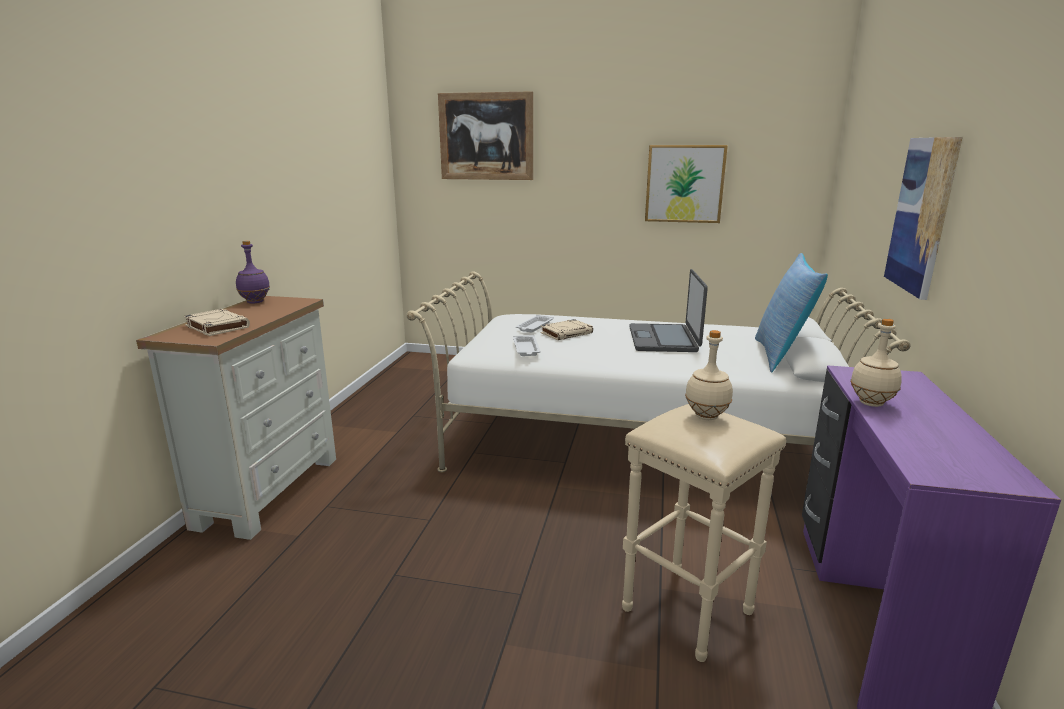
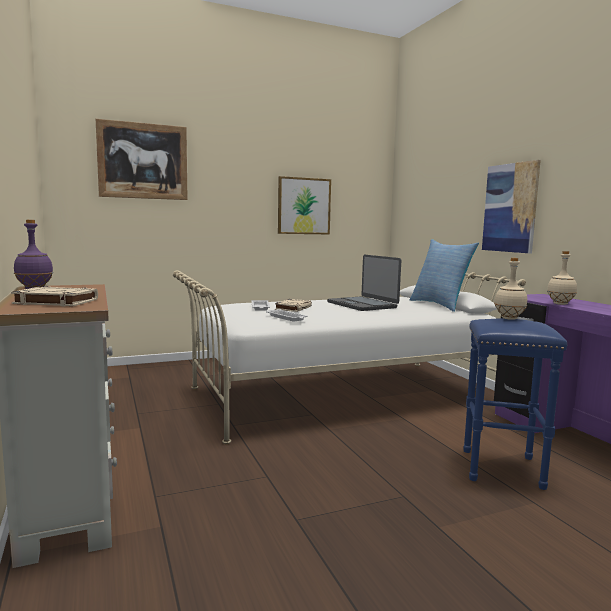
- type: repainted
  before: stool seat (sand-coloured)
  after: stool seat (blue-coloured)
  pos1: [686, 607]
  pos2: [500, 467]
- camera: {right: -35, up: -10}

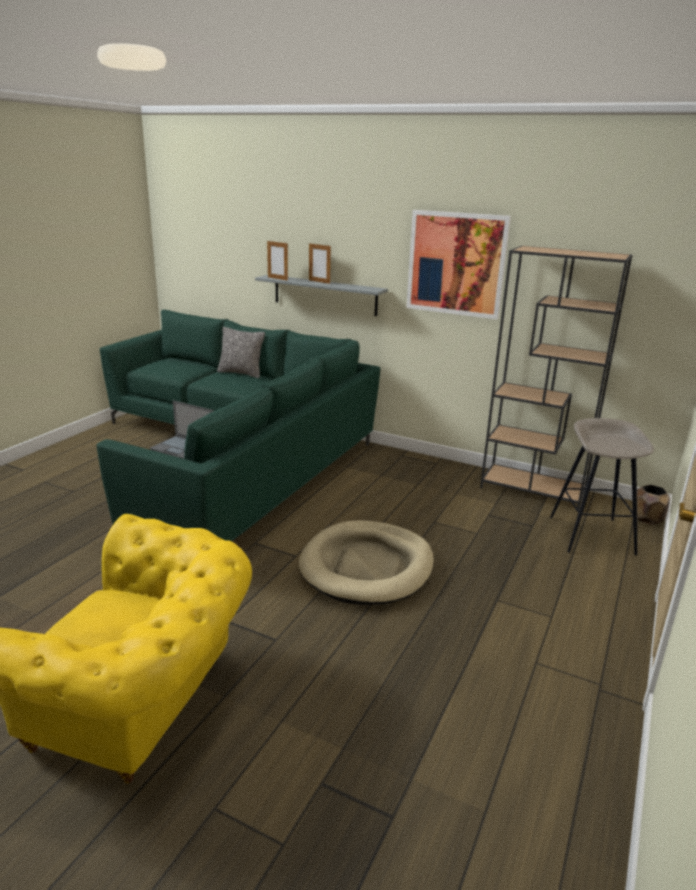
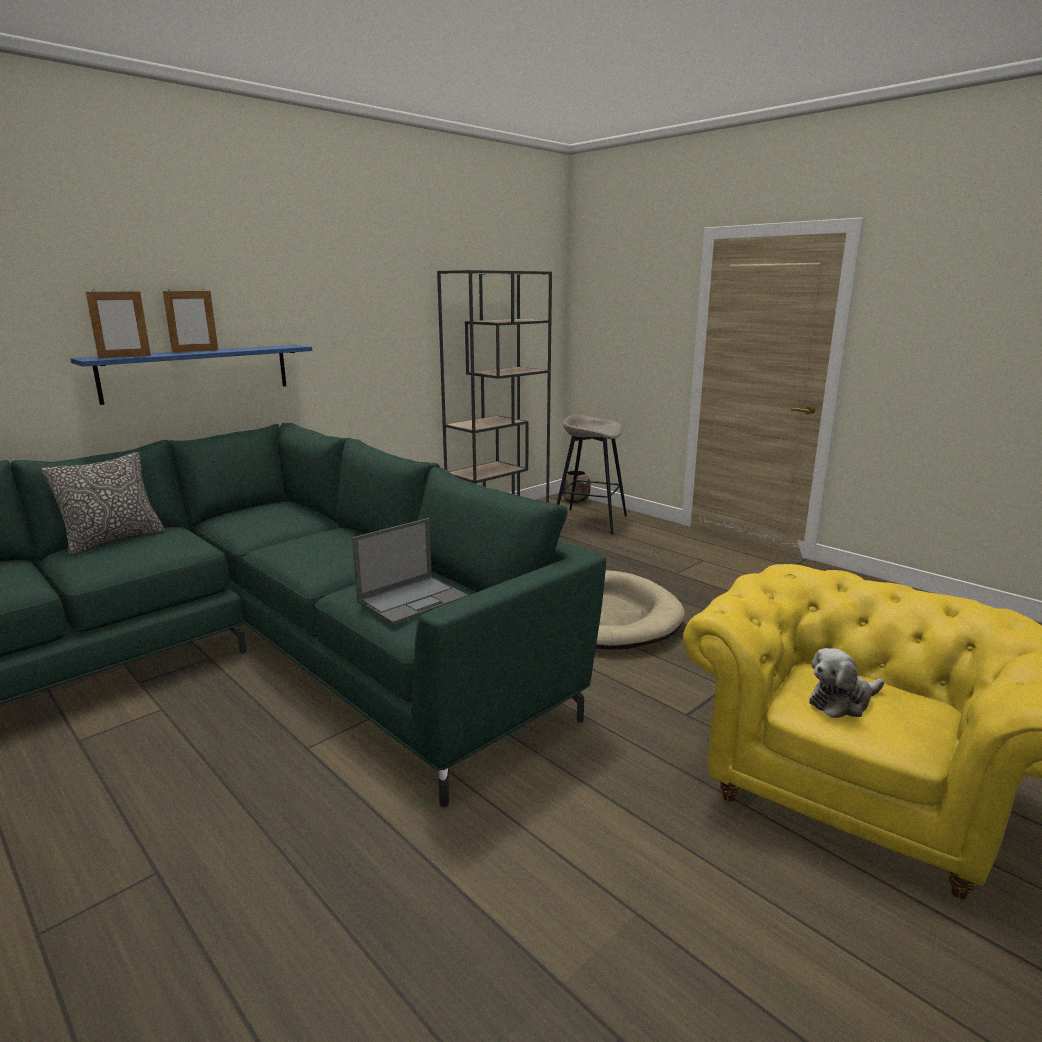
- type: gone
  before: wall art
  pos1: [456, 264]
- type: new
  after: plush toy
  pos2: [842, 701]
- type: repainted
  before: wall shelf (grey)
  after: wall shelf (blue-coloured)
  pos1: [325, 295]
  pos2: [197, 372]
- camera: {right: -70, up: -5}

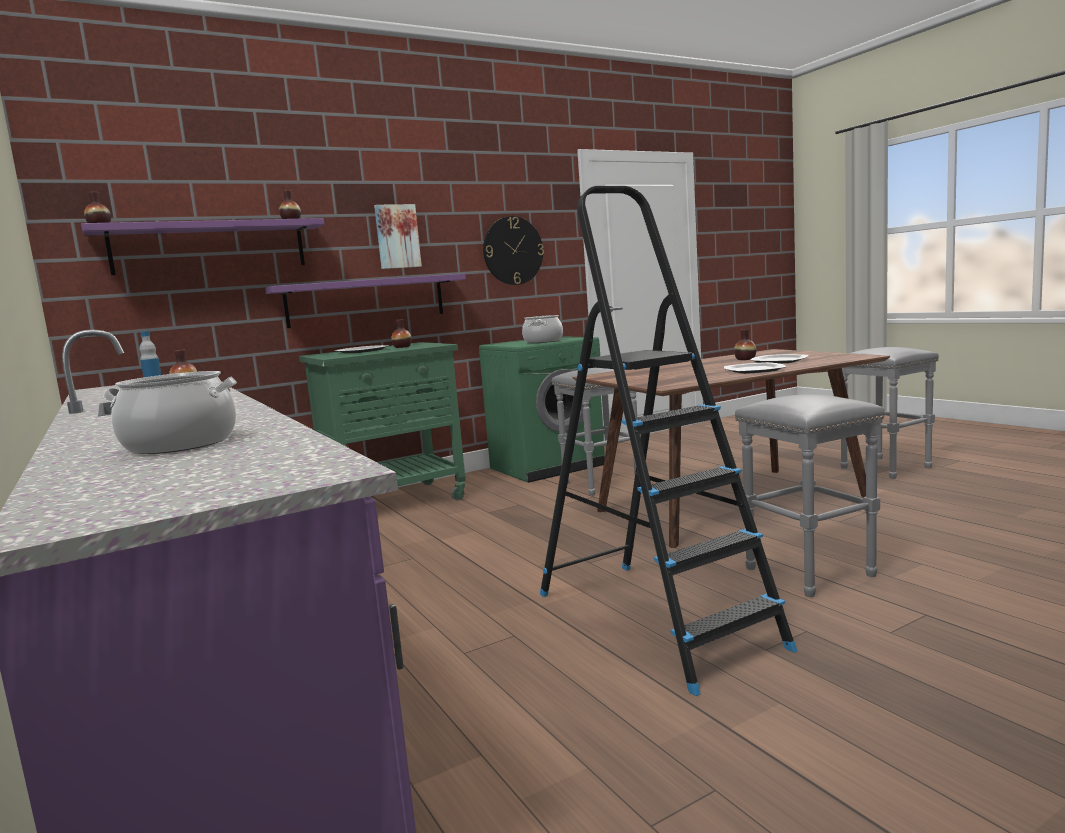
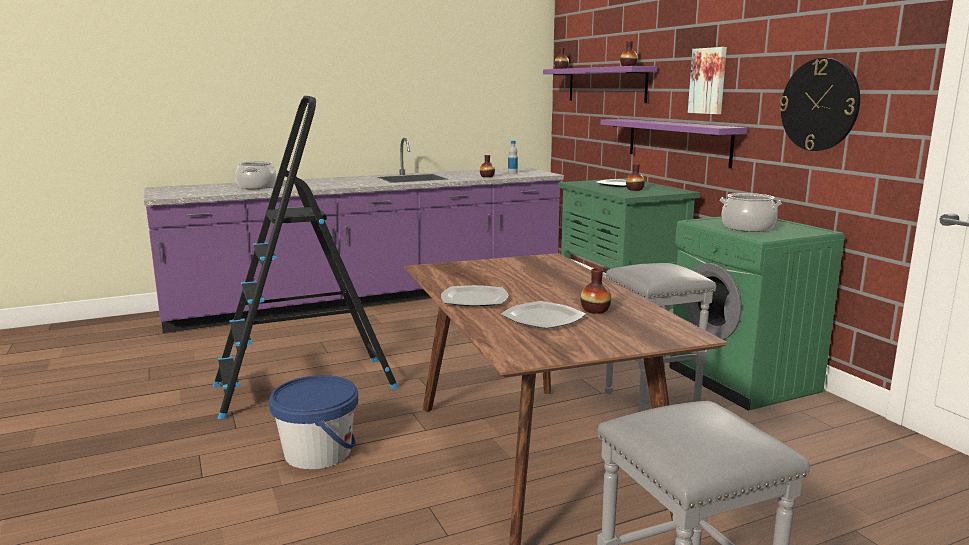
- type: swapped
  before: stool seat (grey)
  after: pail (blue-coloured)
  pos1: [809, 572]
  pos2: [318, 452]
- camera: {right: 95, up: 5}

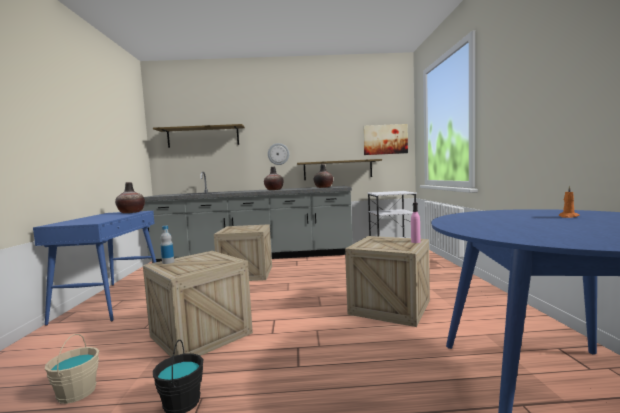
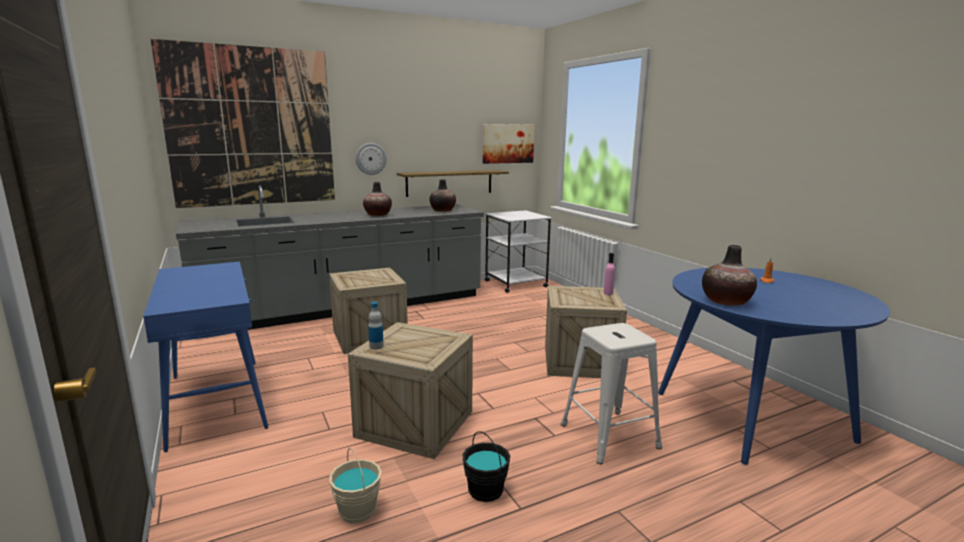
- type: new
  after: stool seat (white-coloured)
  pos2: [609, 436]
- type: shifted
  before: flower vase
  pos1: [131, 212]
  pos2: [726, 301]
- type: swapped
  before: wall shelf
  after: wall art
  pos1: [203, 137]
  pos2: [252, 127]
- camera: {right: -25, up: 10}

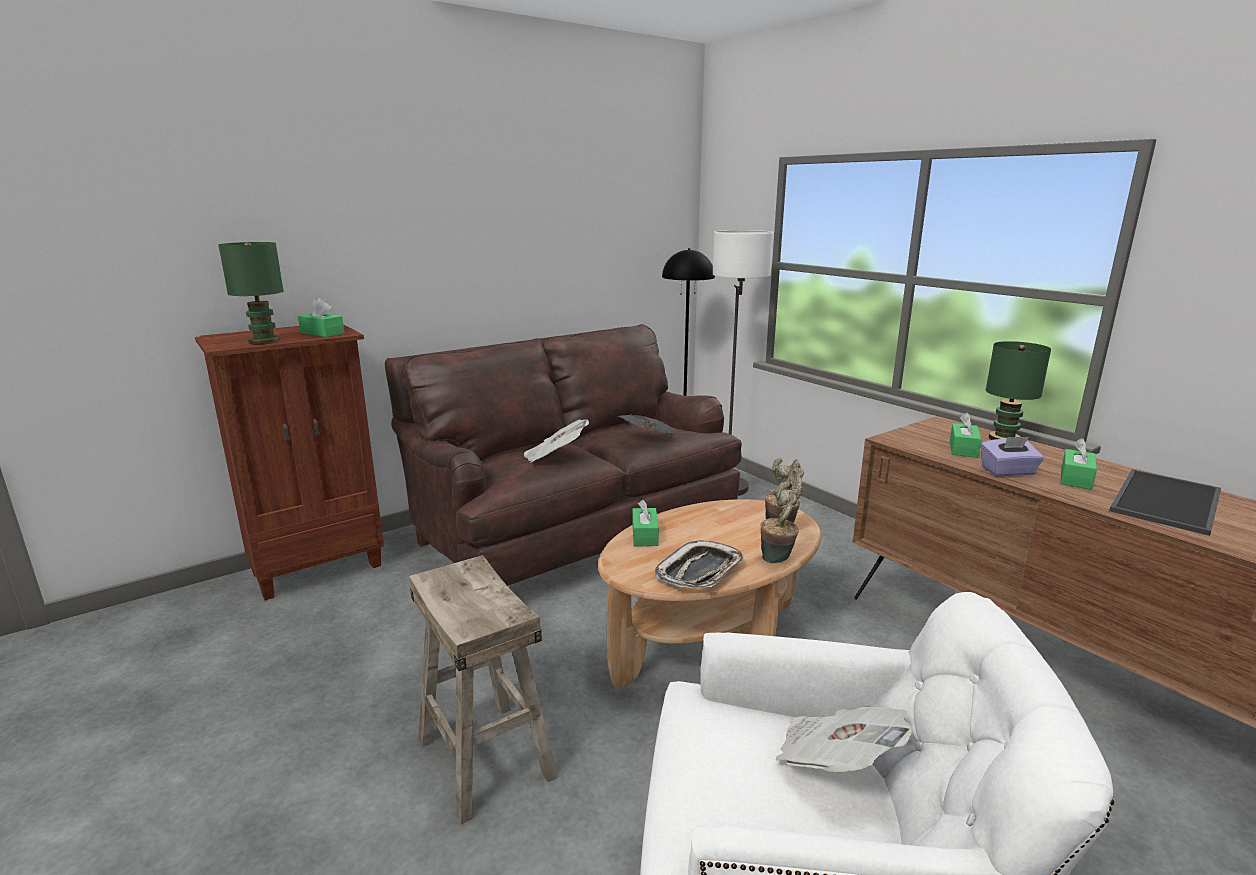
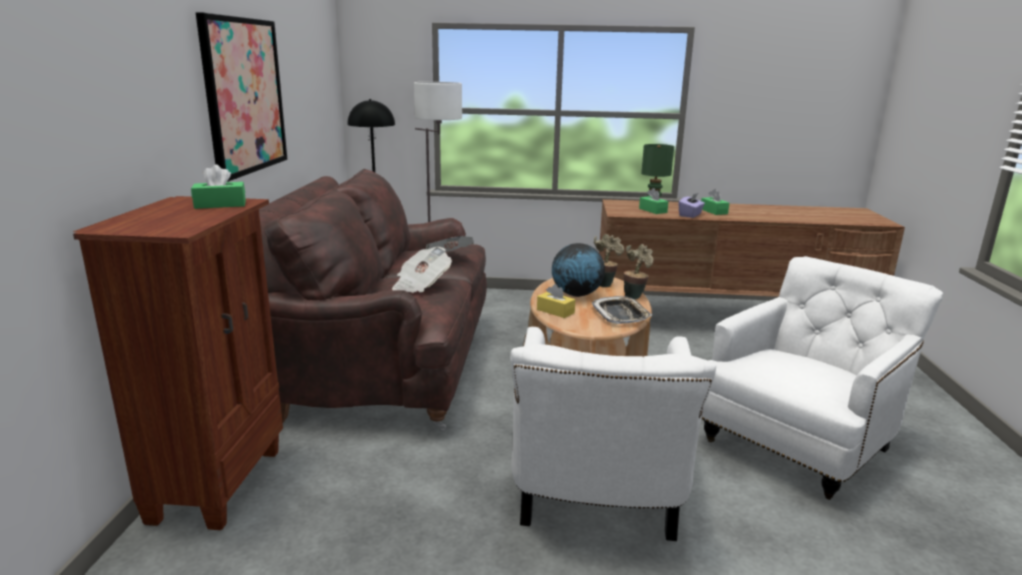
- type: gone
  before: table lamp (green-coloured)
  pos1: [265, 341]
- type: gone
  before: daily paper
  pos1: [835, 761]
- type: gone
  before: carrying tray
  pos1: [1168, 502]
- type: new
  after: wall art
  pos2: [244, 96]
- type: new
  after: world globe
  pos2: [576, 295]
- type: swapped
  before: stool seat (sand-coloured)
  after: easy chair (white-coloured)
  pos1: [484, 757]
  pos2: [597, 488]
- type: repainted
  before: tissue holder (green-coloured)
  after: tissue holder (yellowish)
  pos1: [645, 535]
  pos2: [555, 311]
- camera: {right: -50, up: 0}

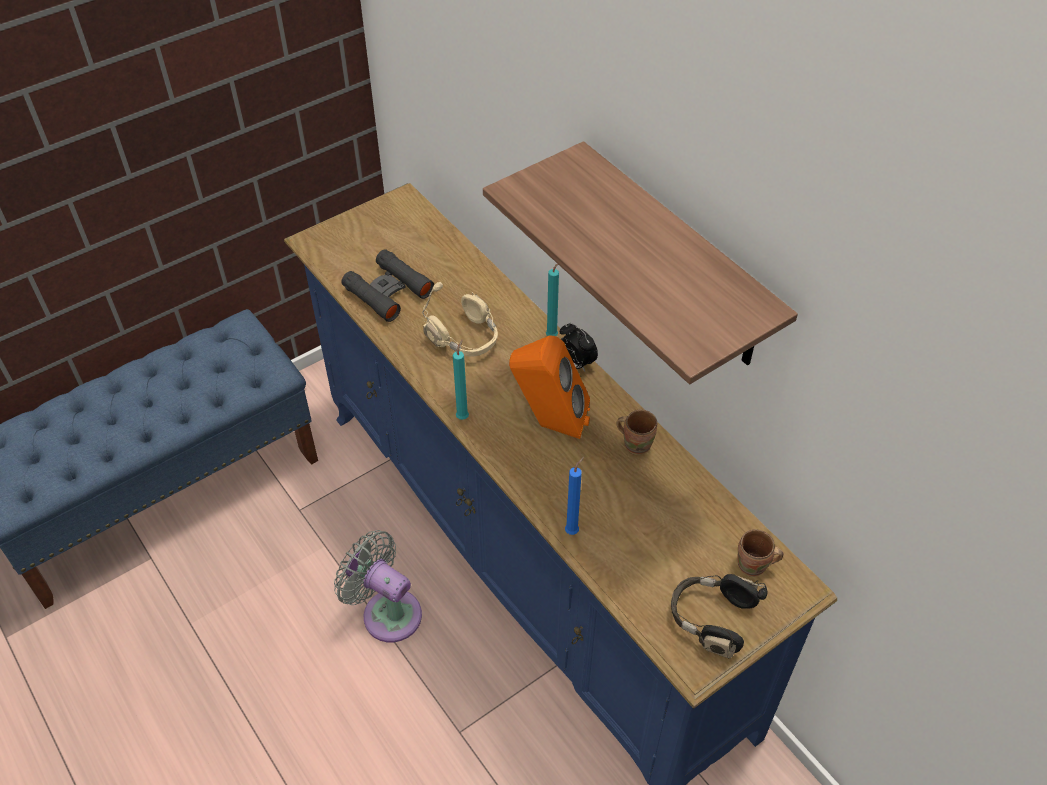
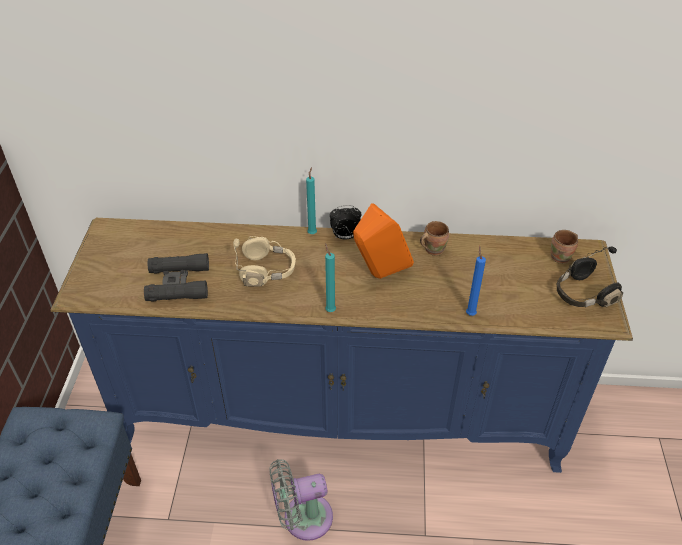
- type: gone
  before: wall shelf
  pos1: [677, 259]
- camera: {right: -50, up: -5}

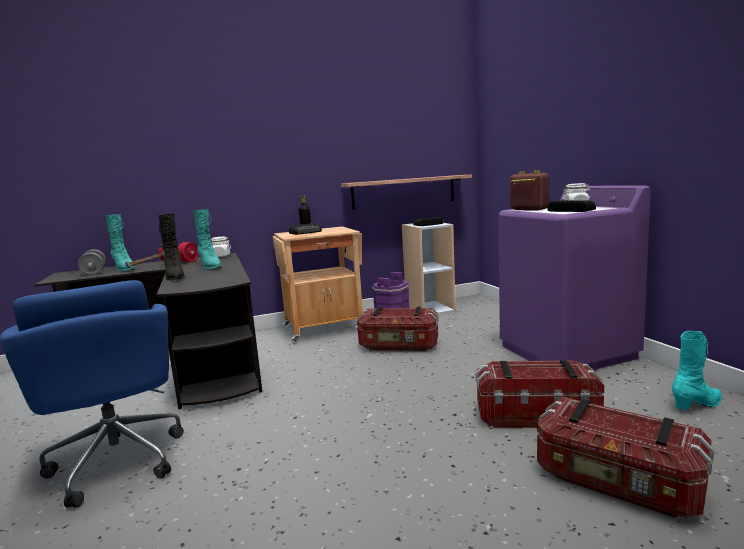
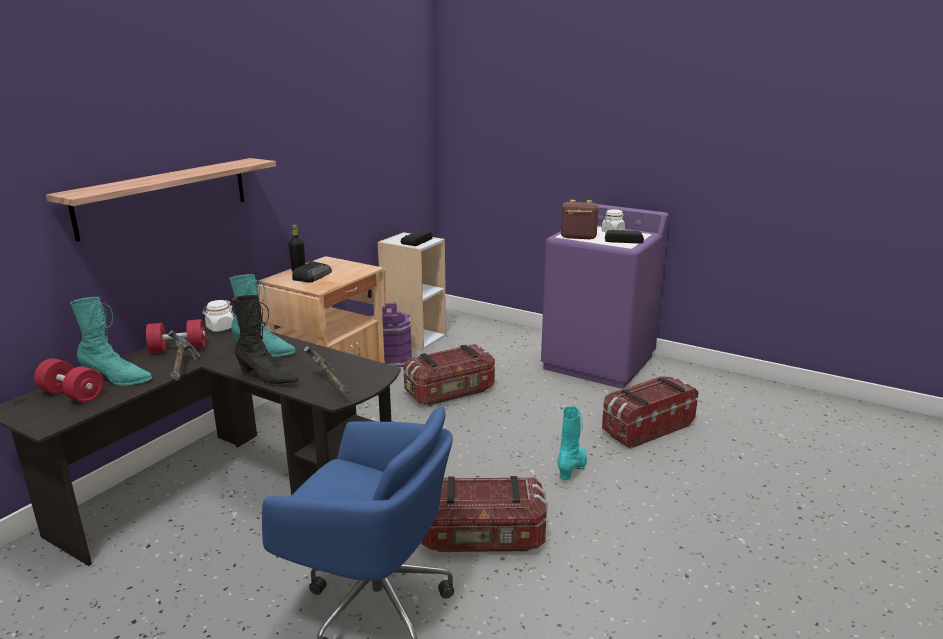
- type: new
  after: hand hammer
  pos2: [330, 388]
- type: shifted
  before: wall shelf
  pos1: [404, 192]
  pos2: [165, 196]
- type: shifted
  before: storage bin
  pos1: [616, 483]
  pos2: [482, 538]
- type: shifted
  before: boot (turquoise)
  pos1: [698, 405]
  pos2: [573, 468]
- type: repainted
  before: dumbbell (grey)
  after: dumbbell (reddish)
  pos1: [94, 271]
  pos2: [72, 394]
- camera: {right: -40, up: 10}

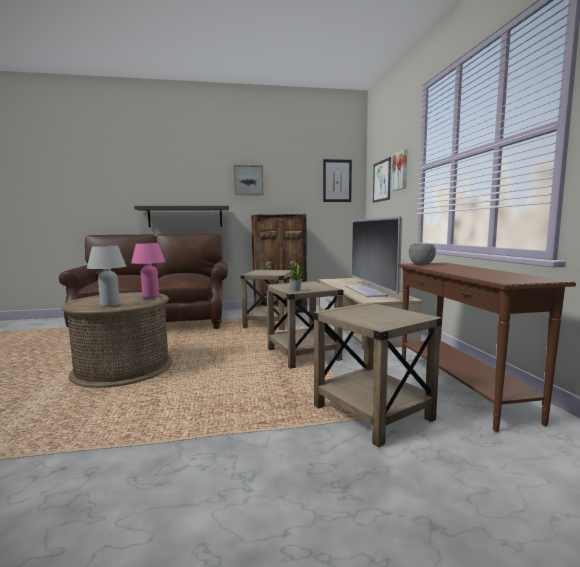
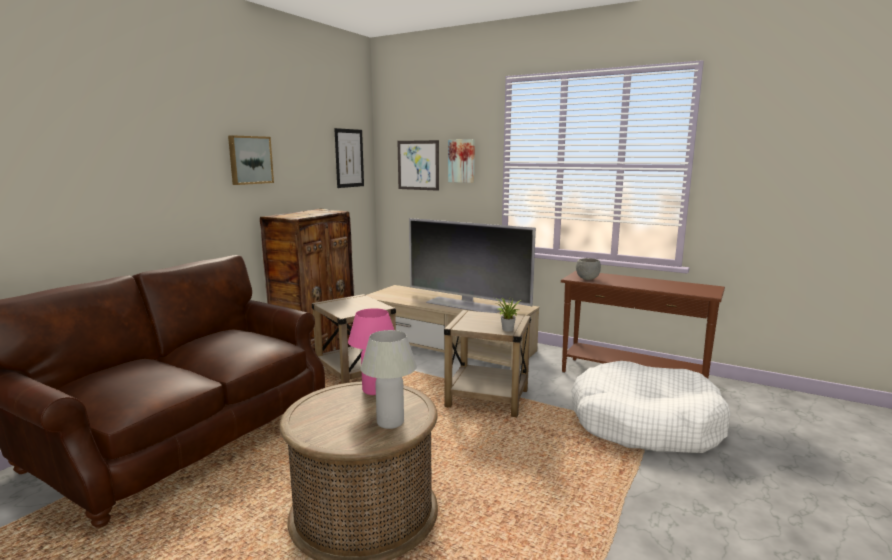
- type: gone
  before: wall shelf
  pos1: [185, 217]
- type: swapped
  before: accent table (sand-coloured)
  after: dog bed (white-coloured)
  pos1: [373, 413]
  pos2: [644, 424]
- camera: {right: -50, up: 5}

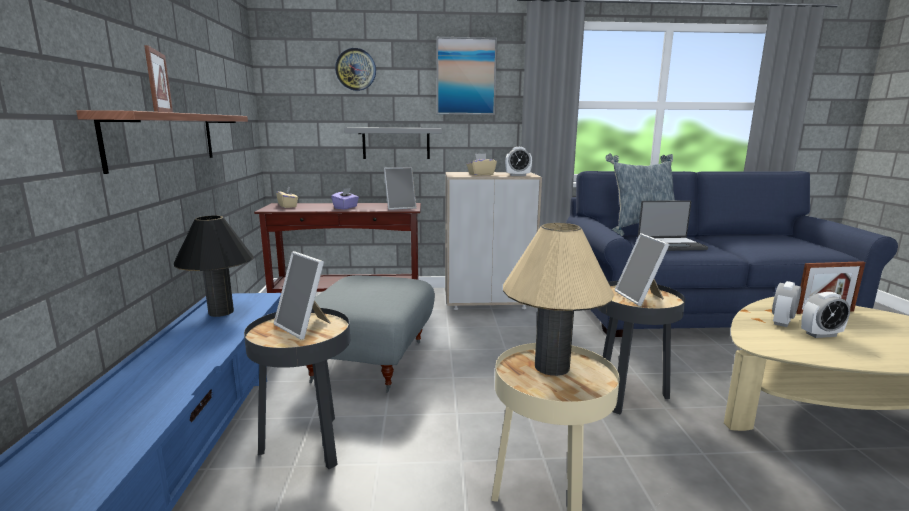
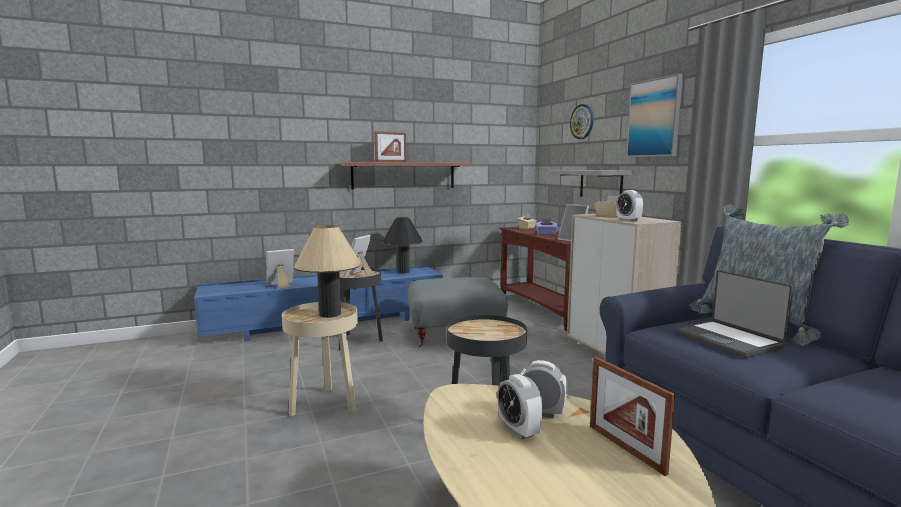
- type: shifted
  before: standing frame
  pos1: [640, 297]
  pos2: [281, 285]
- camera: {right: 70, up: -5}

